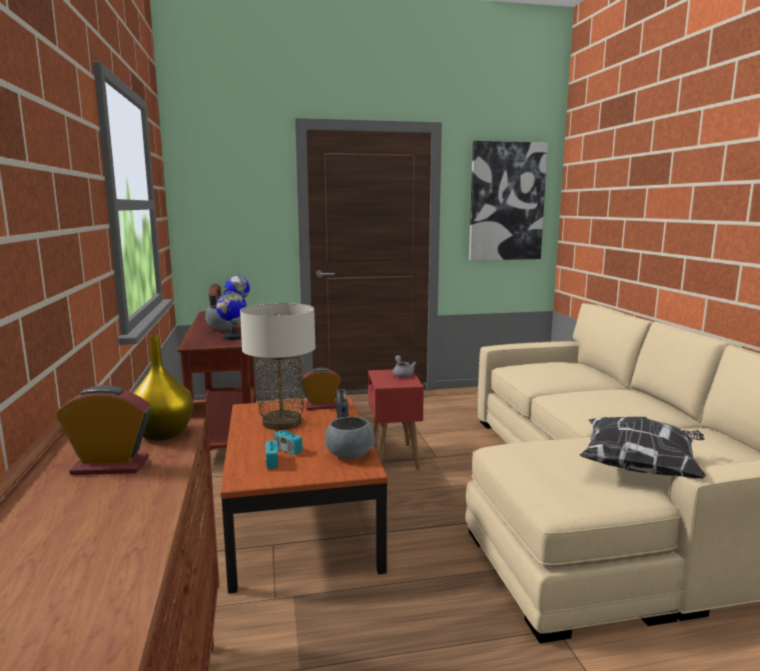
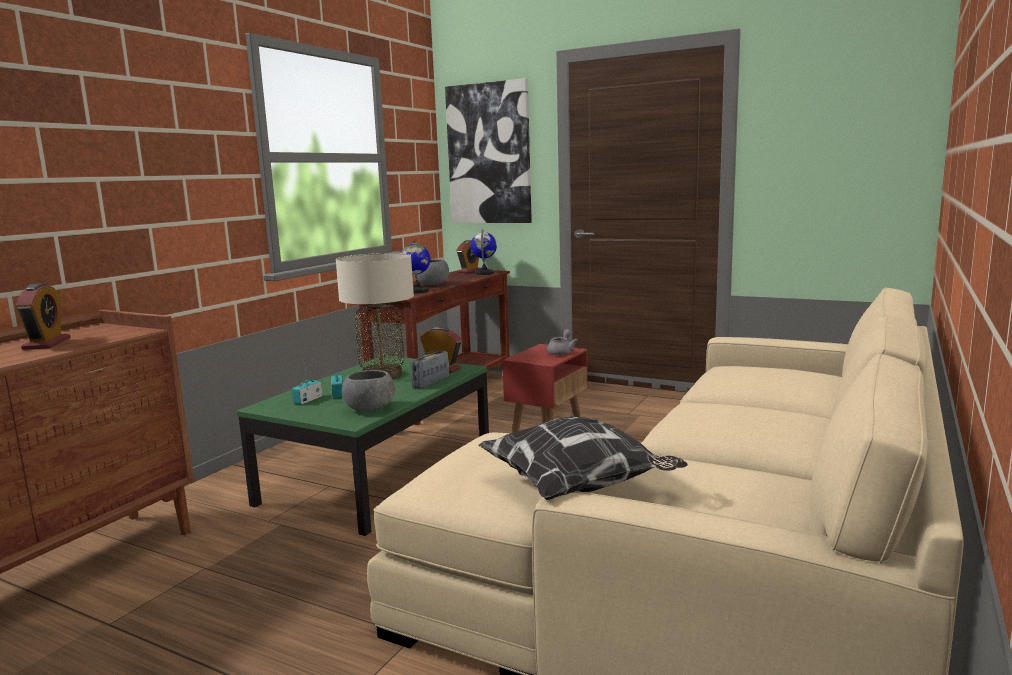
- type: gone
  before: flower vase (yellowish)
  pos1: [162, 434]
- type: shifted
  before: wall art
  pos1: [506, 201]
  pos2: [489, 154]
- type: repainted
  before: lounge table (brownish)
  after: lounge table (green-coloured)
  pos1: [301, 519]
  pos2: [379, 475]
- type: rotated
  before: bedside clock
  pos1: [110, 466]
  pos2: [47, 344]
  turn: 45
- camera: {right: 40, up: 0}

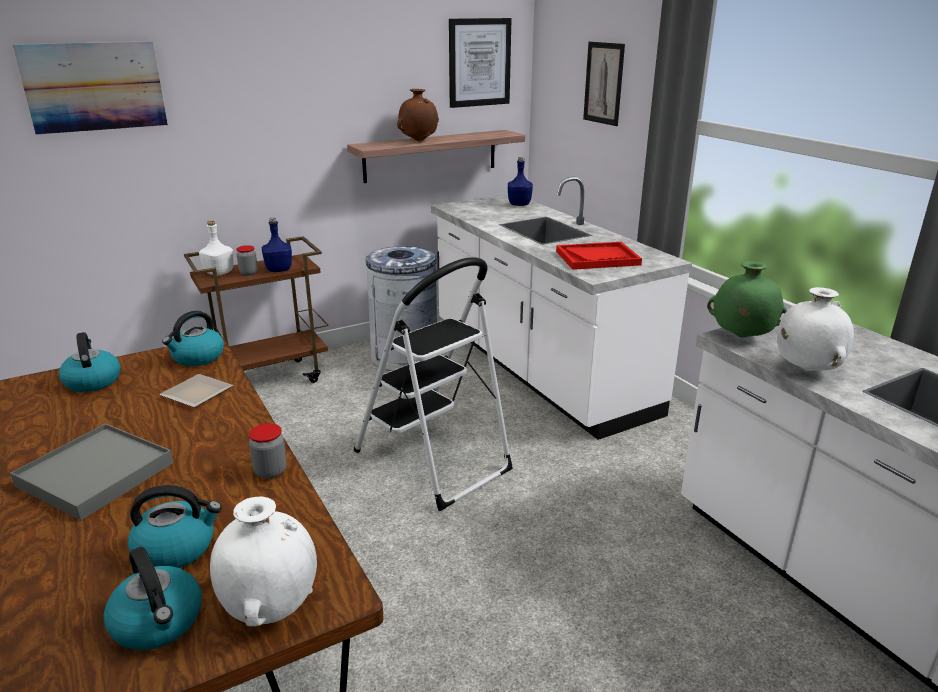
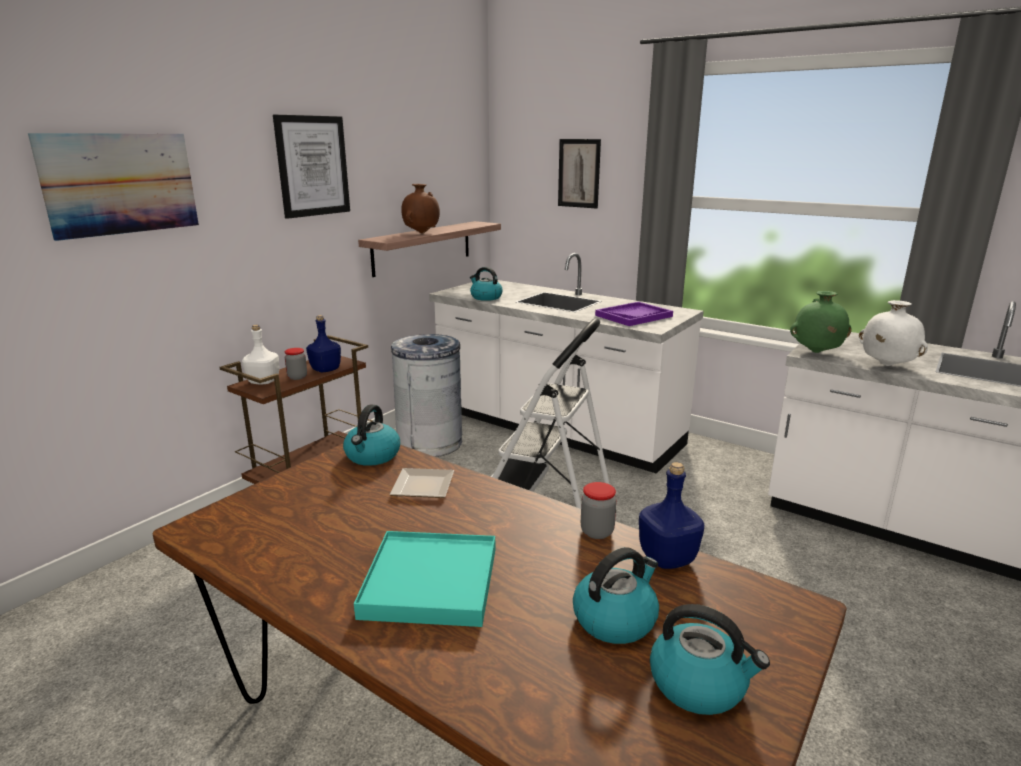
- type: gone
  before: flower vase (white-coloured)
  pos1: [271, 607]
- type: shifted
  before: water kettle
  pos1: [92, 381]
  pos2: [485, 297]
- type: shifted
  before: wall art
  pos1: [479, 62]
  pos2: [312, 166]
- type: shifted
  before: bottle (blue-coloured)
  pos1: [519, 204]
  pos2: [668, 559]
- type: repainted
  before: carrying tray (grey)
  after: carrying tray (turquoise)
  pos1: [95, 474]
  pos2: [431, 582]
- type: repainted
  before: carrying tray (reddish)
  after: carrying tray (purplish)
  pos1: [597, 258]
  pos2: [633, 316]
- camera: {right: -25, up: -5}

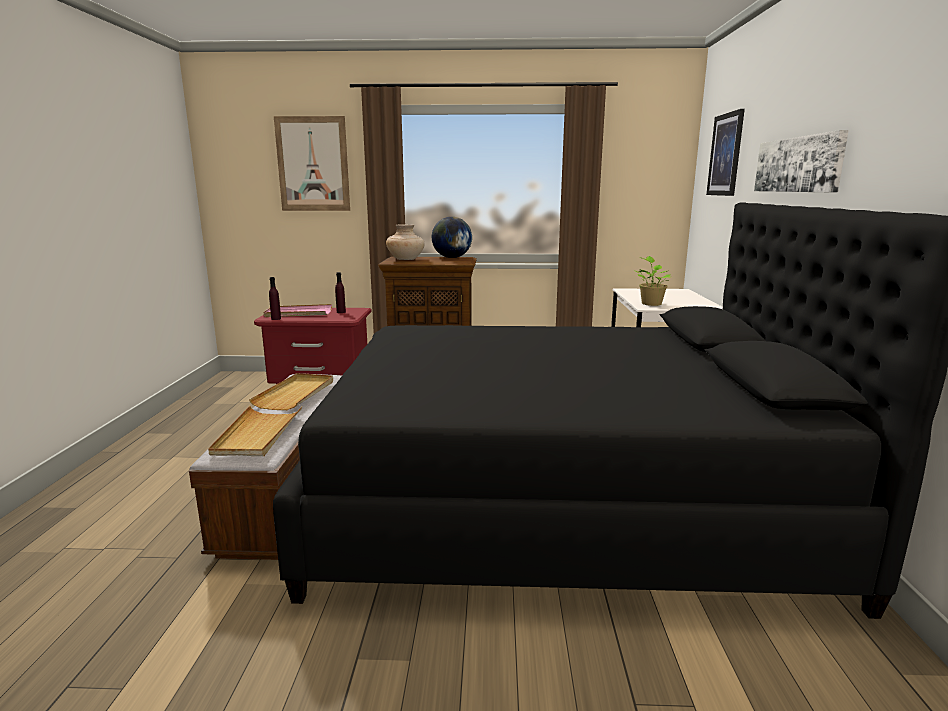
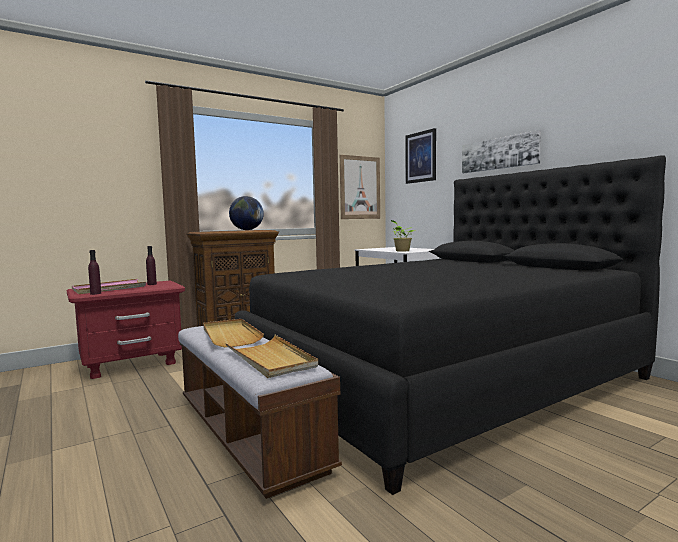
- type: gone
  before: flower vase (sand-coloured)
  pos1: [406, 259]
- type: shifted
  before: wall art
  pos1: [313, 164]
  pos2: [360, 187]
- camera: {right: -35, up: -10}

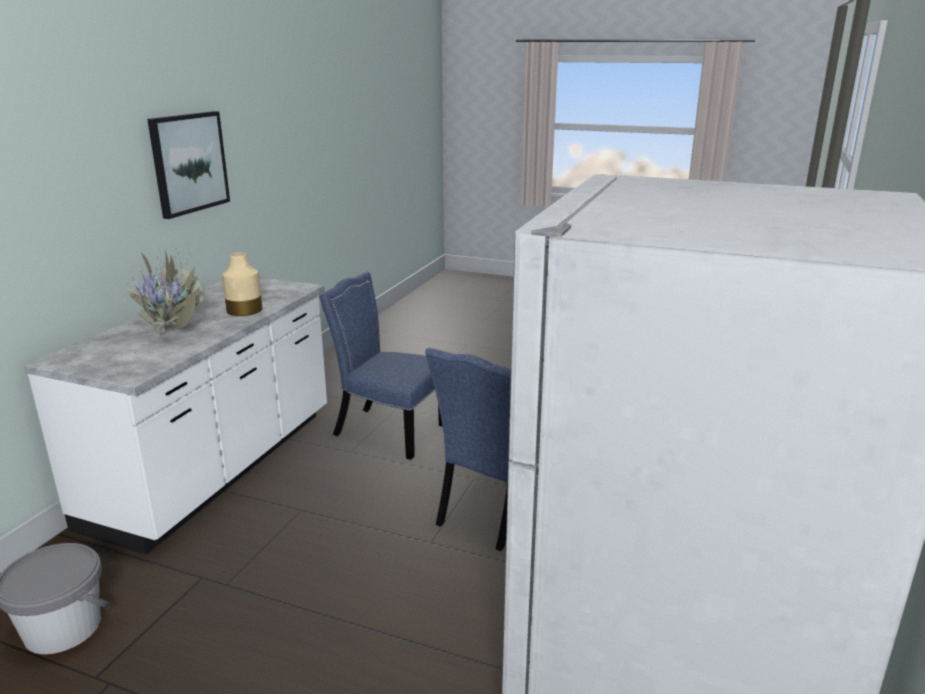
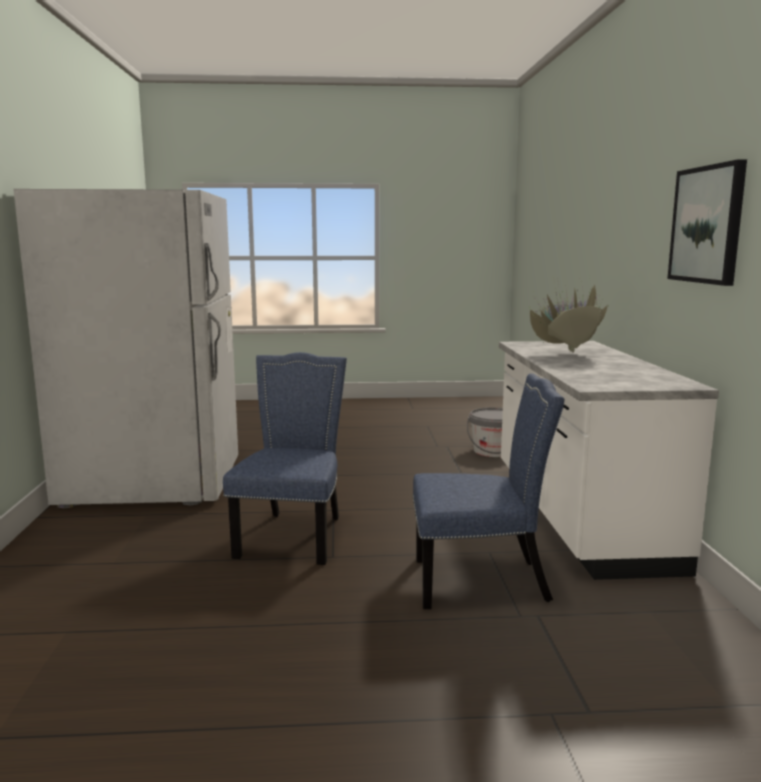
- type: gone
  before: flower vase (sand-coloured)
  pos1: [244, 310]
- camera: {right: 155, up: -10}

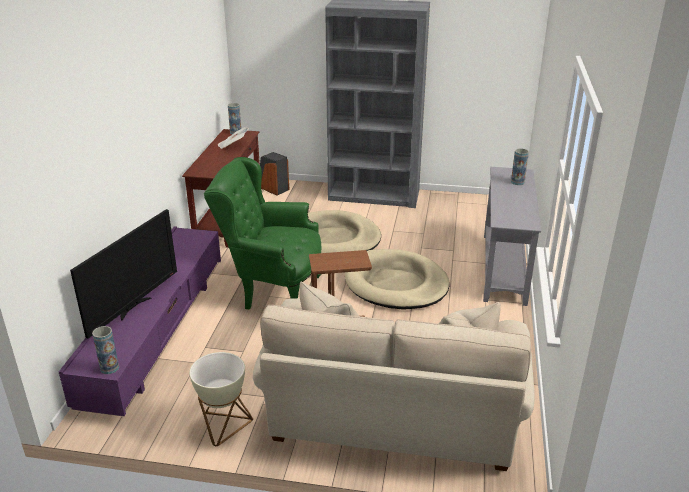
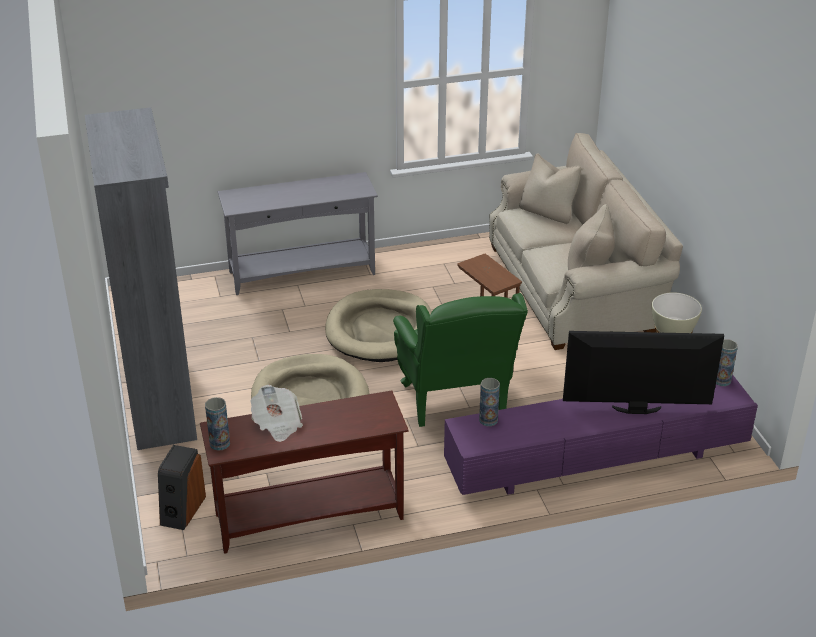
- type: shifted
  before: flower vase
  pos1: [517, 182]
  pos2: [488, 420]
- camera: {right: -115, up: 5}

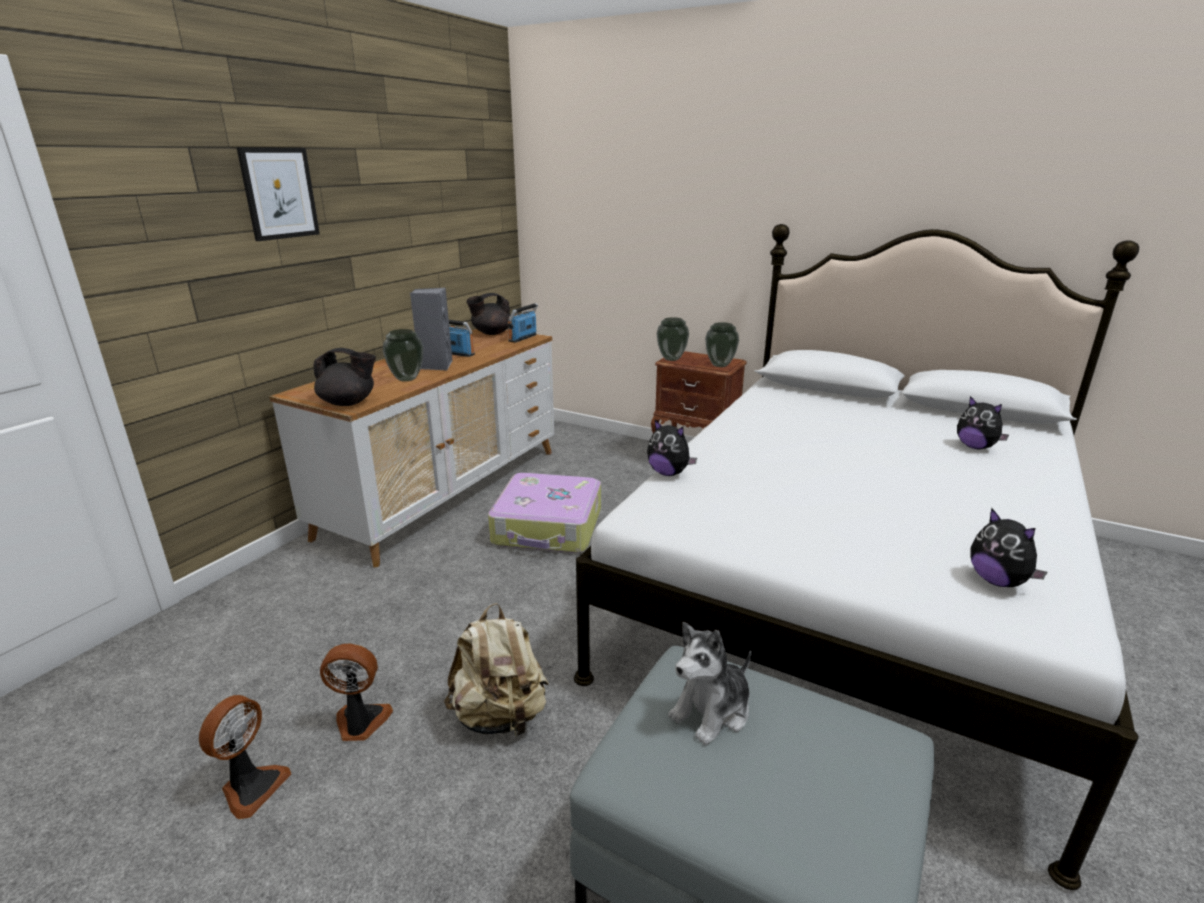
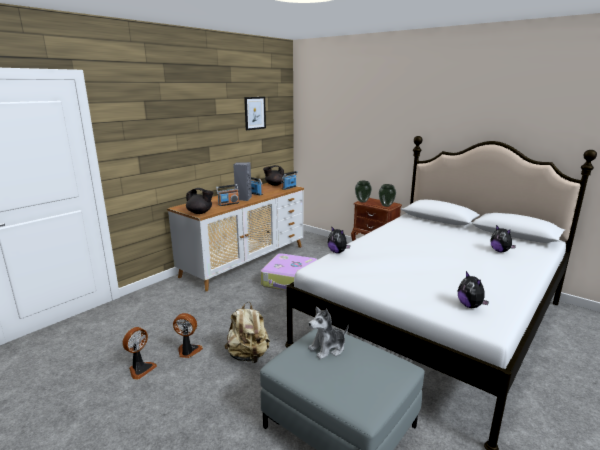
- type: shifted
  before: wall art
  pos1: [279, 193]
  pos2: [254, 113]
- type: swapped
  before: flower vase
  after: radio receiver
  pos1: [407, 379]
  pos2: [228, 204]
- camera: {right: 10, up: -5}

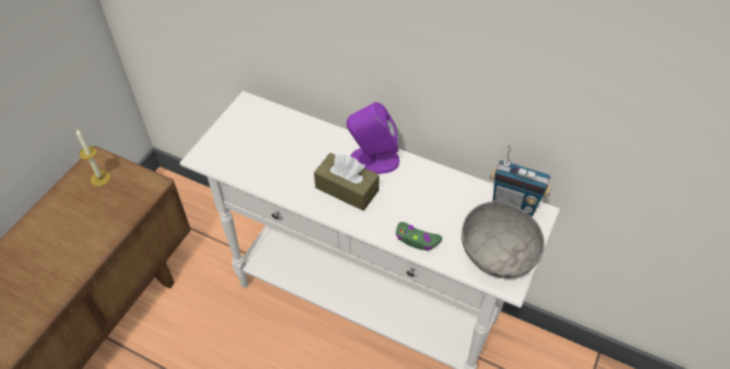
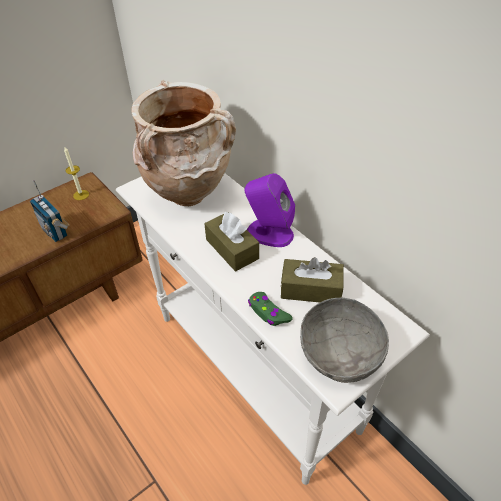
- type: new
  after: flower vase (sand-coloured)
  pos2: [190, 197]
- type: new
  after: tissue holder (brownish)
  pos2: [311, 289]
- type: shifted
  before: radio receiver
  pos1: [514, 205]
  pos2: [55, 232]
- camera: {right: 25, up: -5}

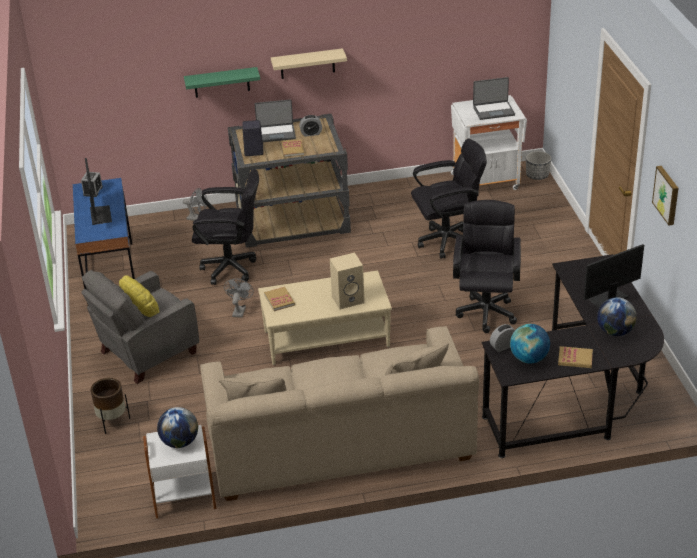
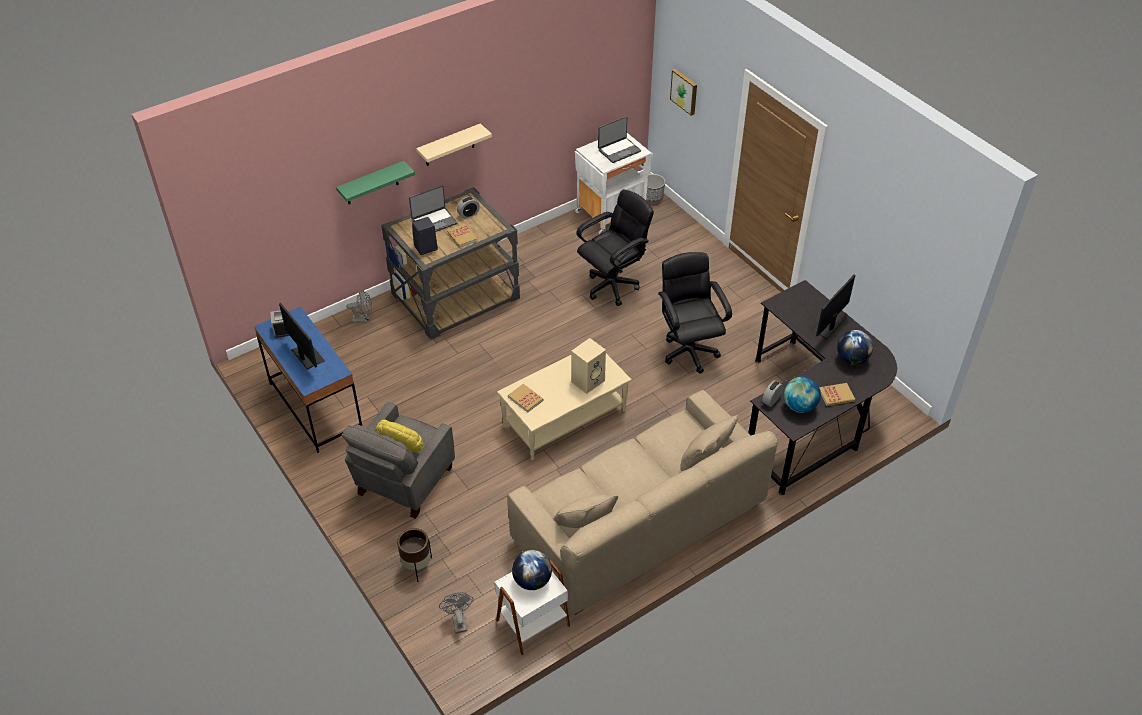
- type: gone
  before: desk chair (black)
  pos1: [232, 269]
- type: shifted
  before: electric fan (grey)
  pos1: [239, 310]
  pos2: [458, 621]
- type: shifted
  before: wall art
  pos1: [667, 195]
  pos2: [684, 91]
- camera: {right: -25, up: 10}

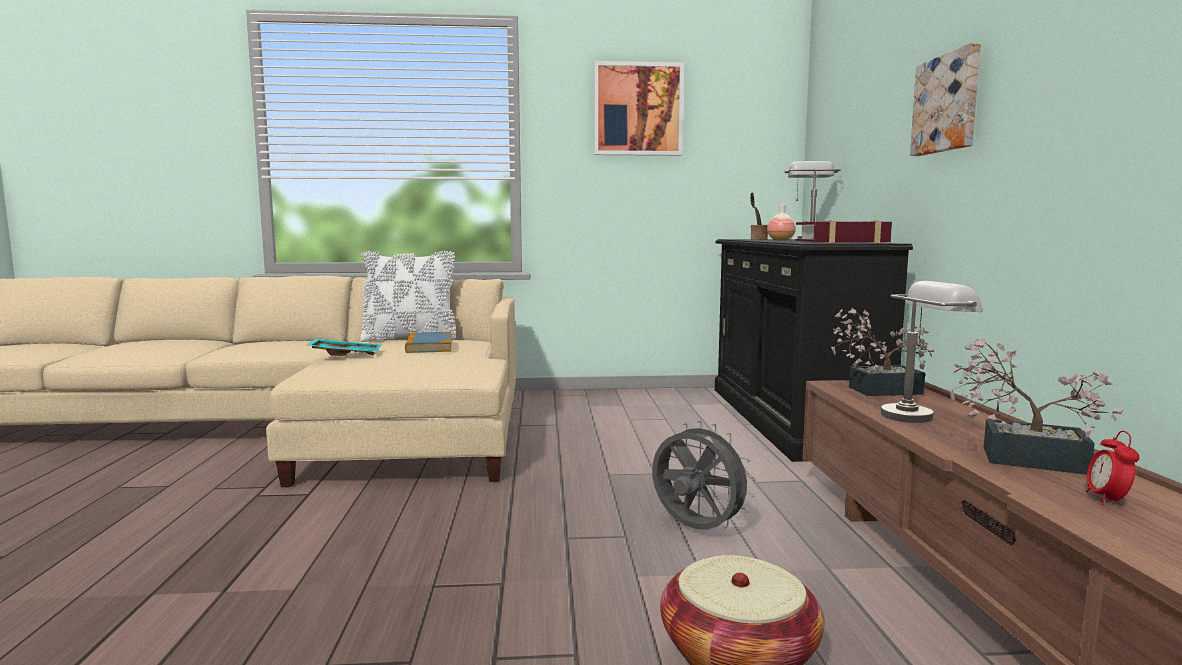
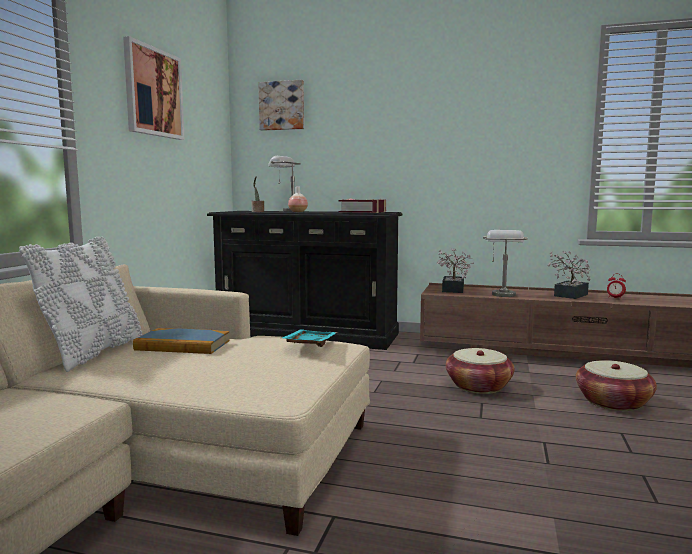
- type: shifted
  before: carrying tray (turquoise)
  pos1: [346, 354]
  pos2: [308, 345]
- type: shifted
  before: wall art
  pos1: [948, 103]
  pos2: [282, 106]
- type: swapped
  before: electric fan (grey)
  after: storage basket
  pos1: [695, 530]
  pos2: [478, 386]
- camera: {right: -70, up: 0}

